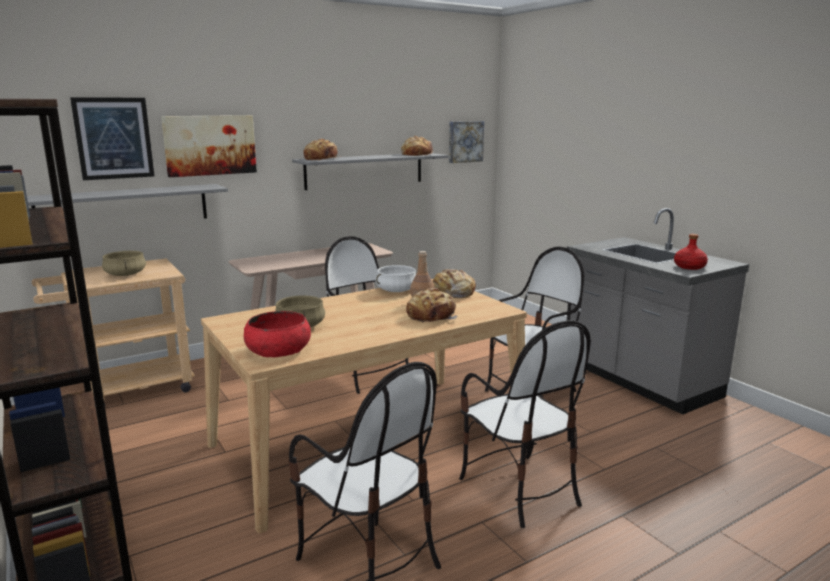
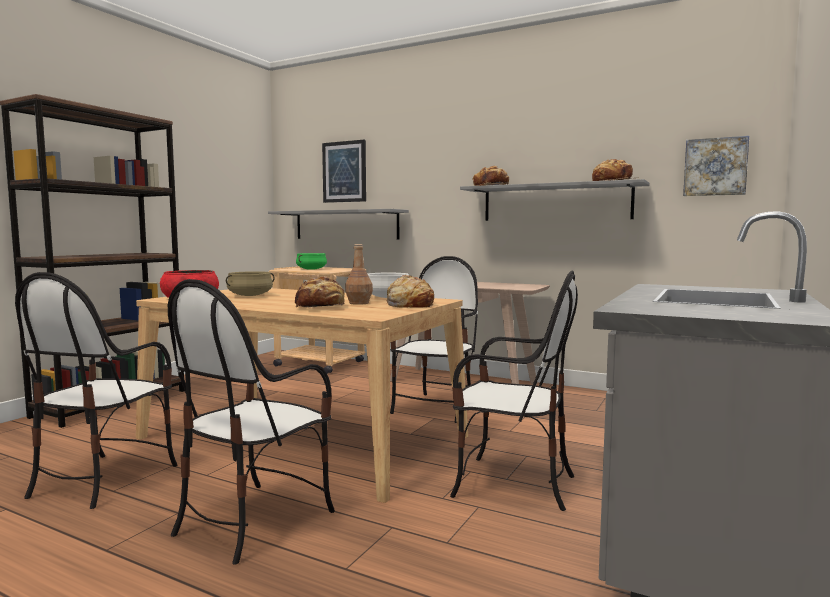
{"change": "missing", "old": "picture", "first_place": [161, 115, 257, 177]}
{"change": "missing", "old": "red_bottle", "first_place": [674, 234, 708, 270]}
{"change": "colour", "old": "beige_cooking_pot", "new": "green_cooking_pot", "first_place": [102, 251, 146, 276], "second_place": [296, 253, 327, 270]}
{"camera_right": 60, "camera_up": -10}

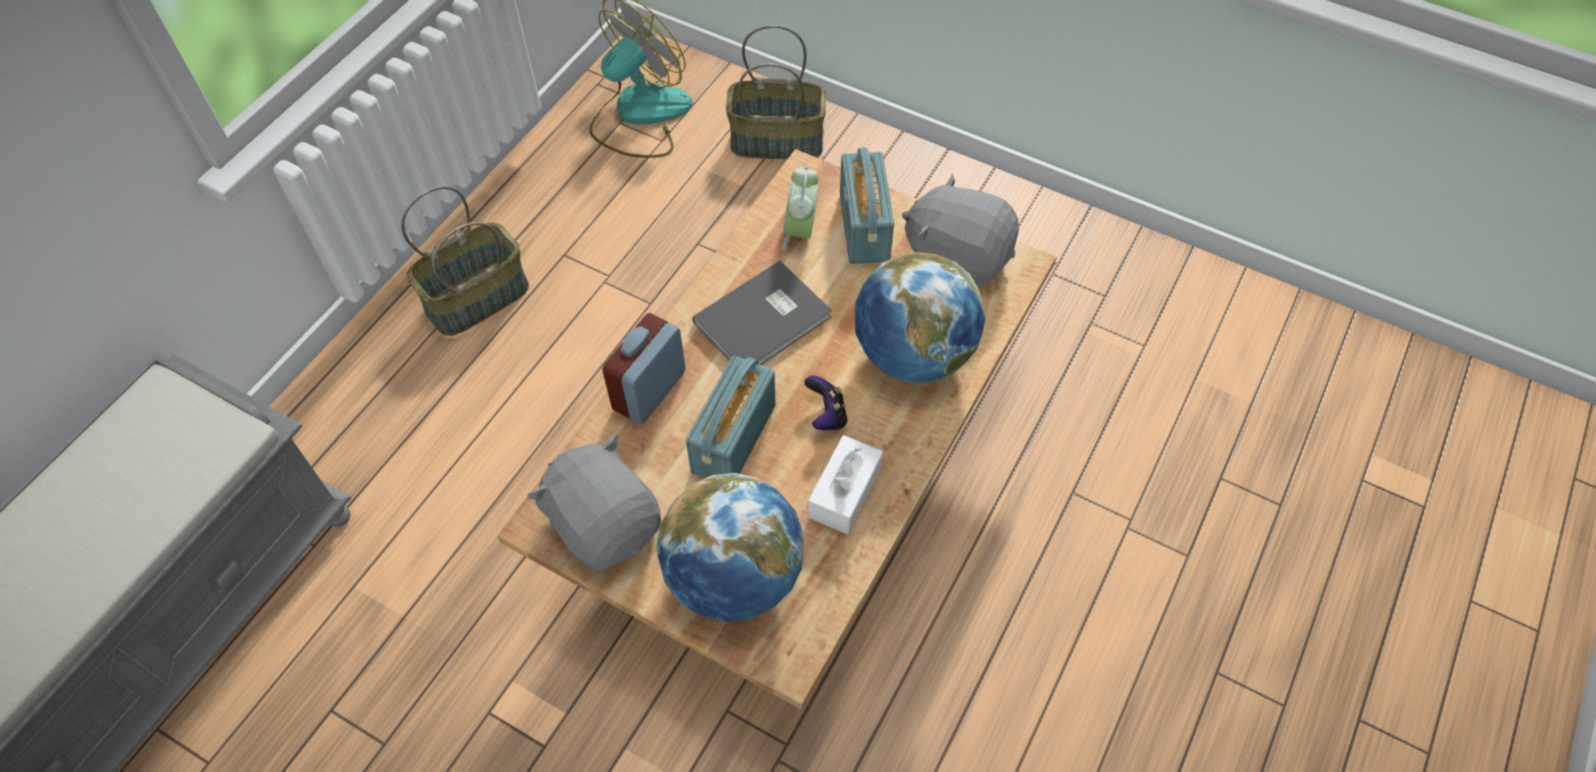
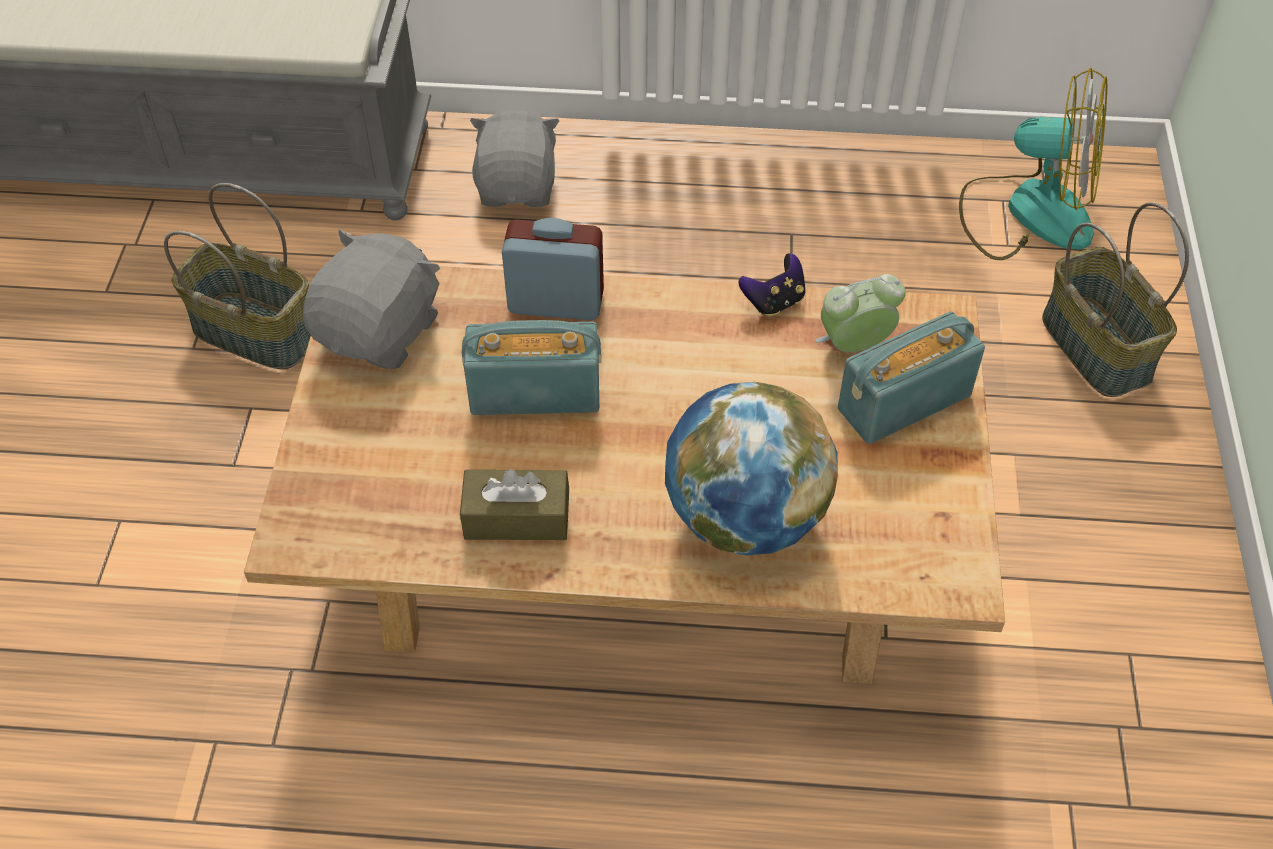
{"change": "relocated", "old": "grey_plush_toy", "first_place": [902, 173, 1019, 288], "second_place": [470, 110, 559, 207]}
{"change": "relocated", "old": "basket", "first_place": [401, 186, 529, 336], "second_place": [164, 183, 311, 370]}
{"change": "missing", "old": "grey_book", "first_place": [692, 261, 832, 365]}
{"change": "relocated", "old": "game_controller", "first_place": [804, 376, 847, 430], "second_place": [739, 253, 805, 316]}
{"change": "colour", "old": "white_tissue_box", "new": "brown_tissue_box", "first_place": [808, 435, 883, 534], "second_place": [460, 469, 569, 540]}
{"change": "missing", "old": "globe", "first_place": [656, 473, 804, 622]}
{"camera_right": 65, "camera_up": -5}

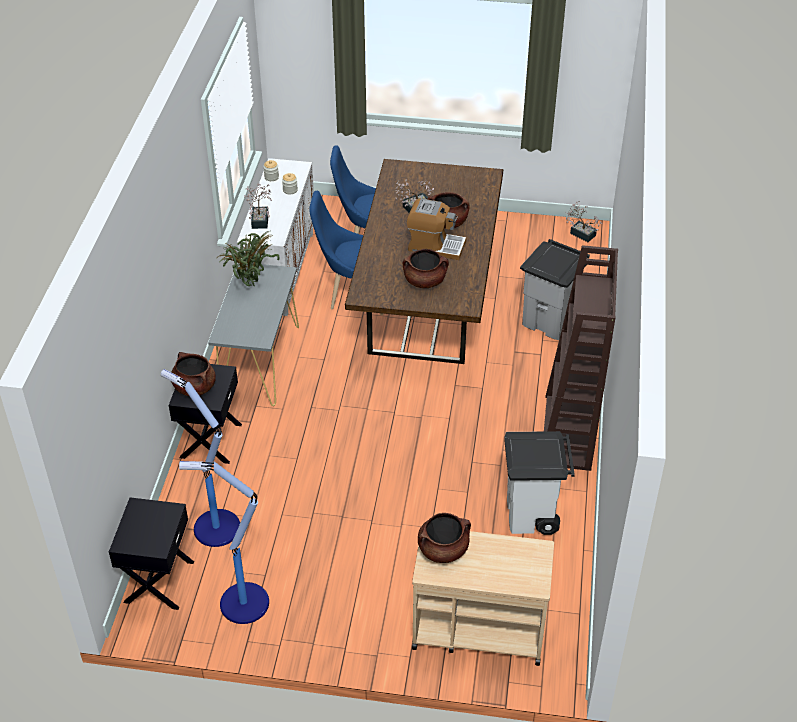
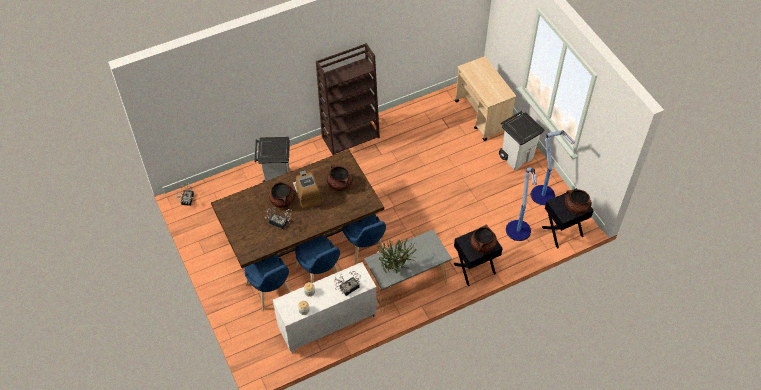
{"change": "relocated", "old": "white_trash_can", "first_place": [504, 431, 575, 535], "second_place": [499, 111, 544, 170]}
{"change": "relocated", "old": "brown_cooking_pot", "first_place": [418, 513, 471, 563], "second_place": [565, 189, 592, 214]}
{"change": "appeared", "new": "blue_chair", "second_place": [341, 214, 386, 265]}
{"camera_right": -125, "camera_up": 10}

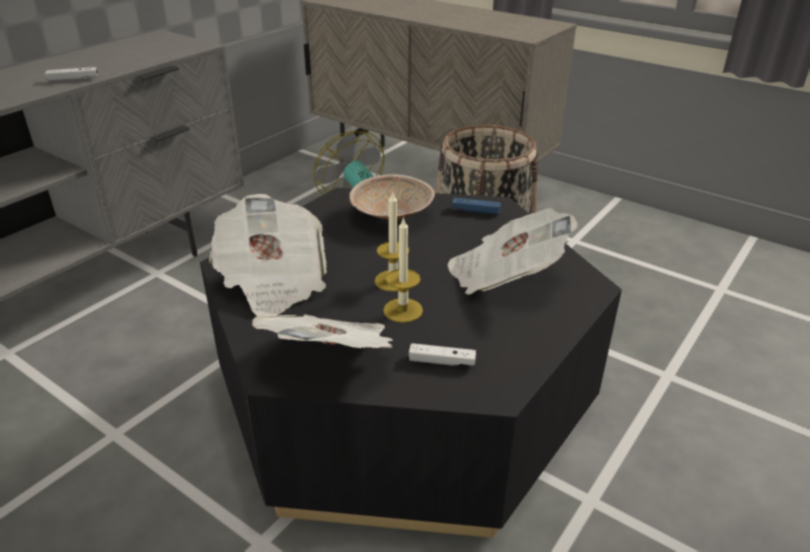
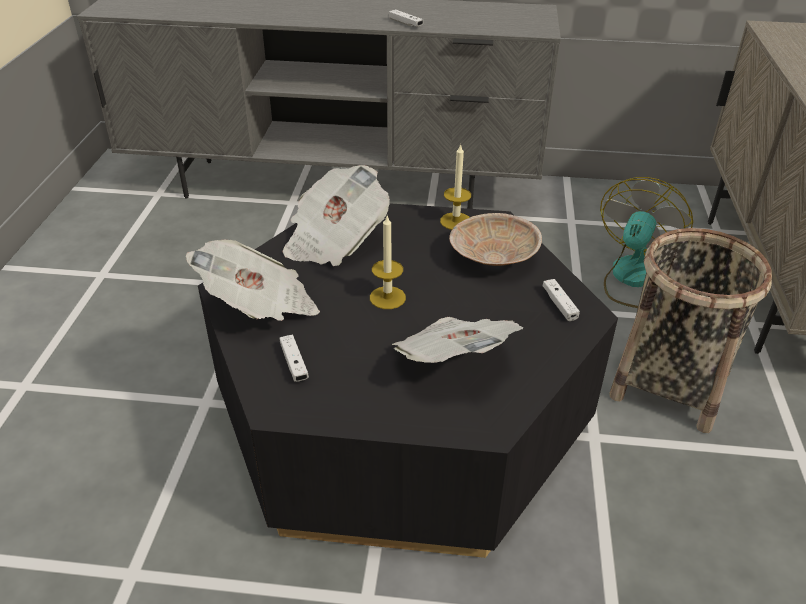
{"change": "colour", "old": "blue_game_controller", "new": "white_game_controller", "first_place": [452, 198, 501, 215], "second_place": [543, 279, 580, 321]}
{"change": "relocated", "old": "candle", "first_place": [383, 217, 423, 323], "second_place": [440, 143, 471, 230]}
{"camera_right": 60, "camera_up": 5}

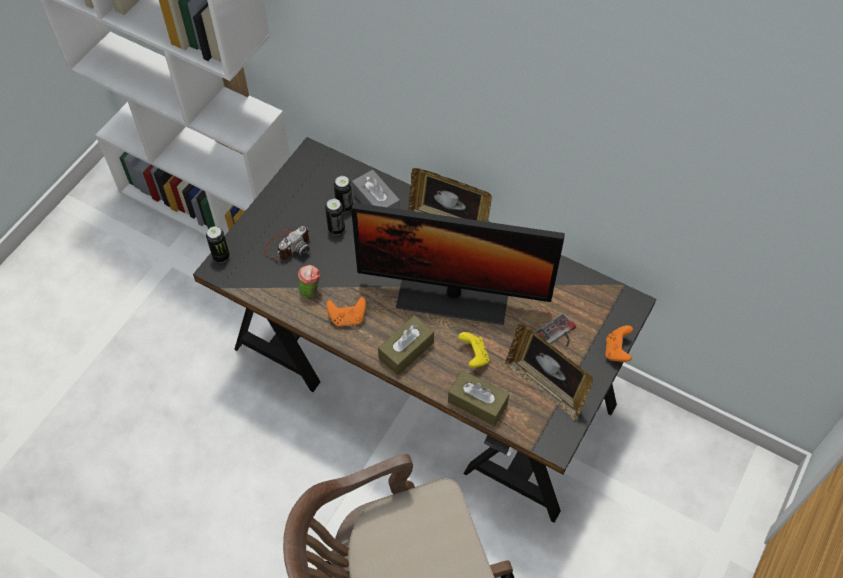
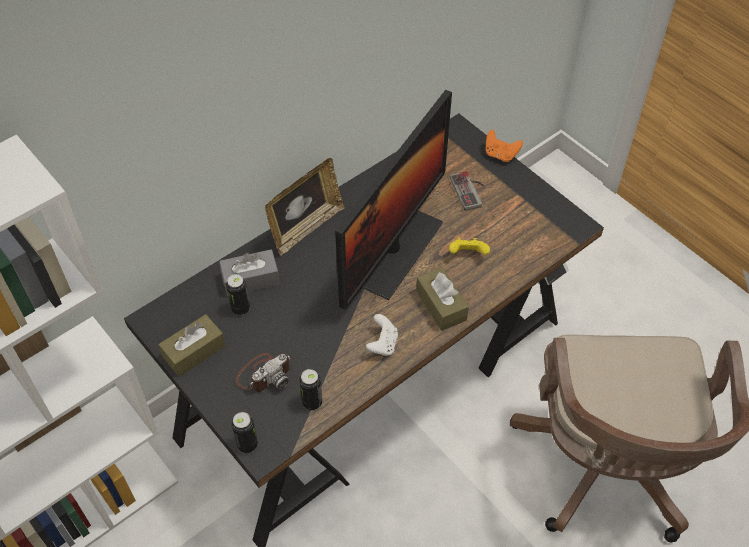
{"change": "relocated", "old": "can", "first_place": [325, 199, 345, 235], "second_place": [299, 369, 322, 410]}
{"change": "spun", "old": "photo_camera", "first_place": [264, 226, 310, 260], "second_place": [236, 353, 291, 392], "degrees": 75}
{"change": "missing", "old": "cup", "first_place": [298, 265, 321, 297]}
{"change": "colour", "old": "orange_game_controller", "new": "white_game_controller", "first_place": [326, 297, 366, 327], "second_place": [366, 314, 398, 356]}
{"change": "missing", "old": "picture_frame", "first_place": [505, 323, 593, 421]}
{"change": "relocated", "old": "brown_tissue_box", "first_place": [448, 370, 509, 426], "second_place": [158, 314, 226, 377]}
{"camera_right": -70, "camera_up": -5}

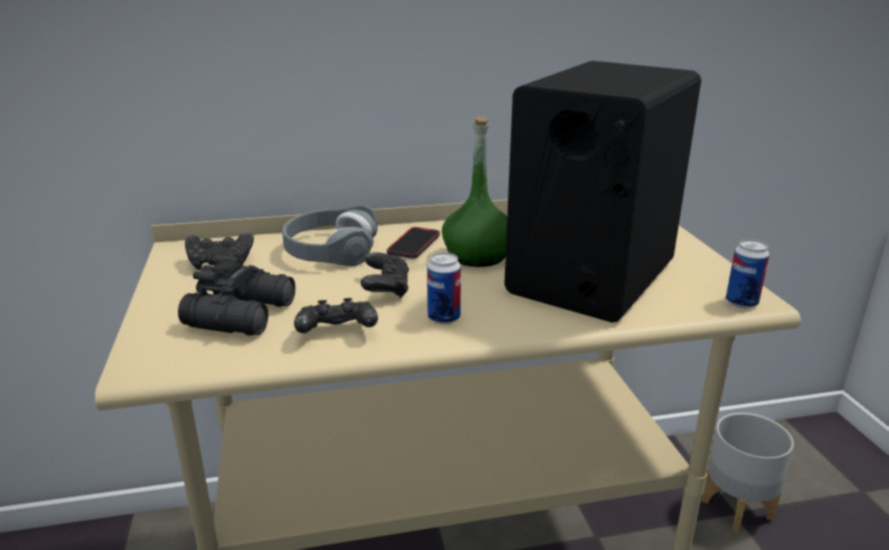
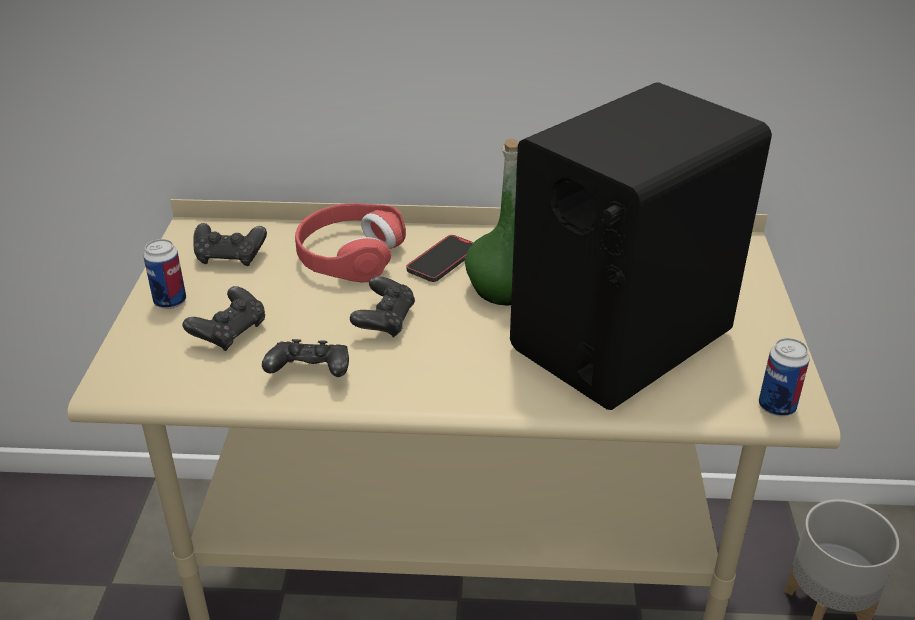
{"change": "colour", "old": "grey_headphones", "new": "red_headphones", "first_place": [282, 205, 378, 266], "second_place": [295, 203, 406, 282]}
{"change": "relocated", "old": "can", "first_place": [427, 252, 461, 324], "second_place": [143, 239, 186, 309]}
{"change": "exchanged", "old": "black_binoculars", "new": "black_game_controller", "first_place": [178, 254, 295, 335], "second_place": [183, 286, 265, 351]}
{"camera_right": 15, "camera_up": 10}

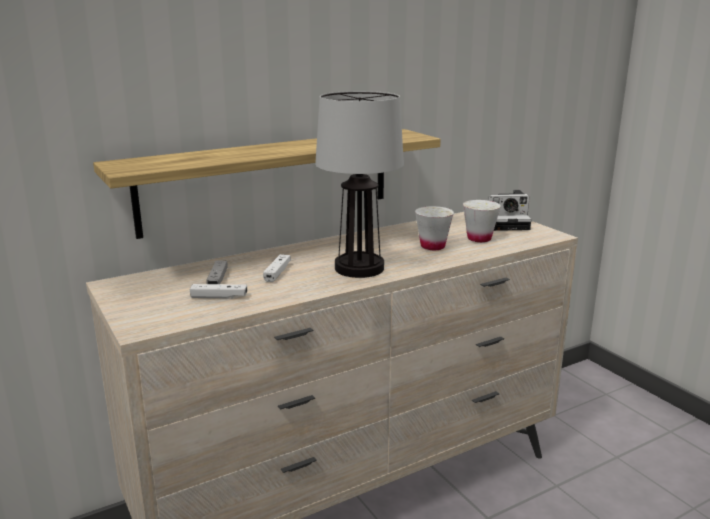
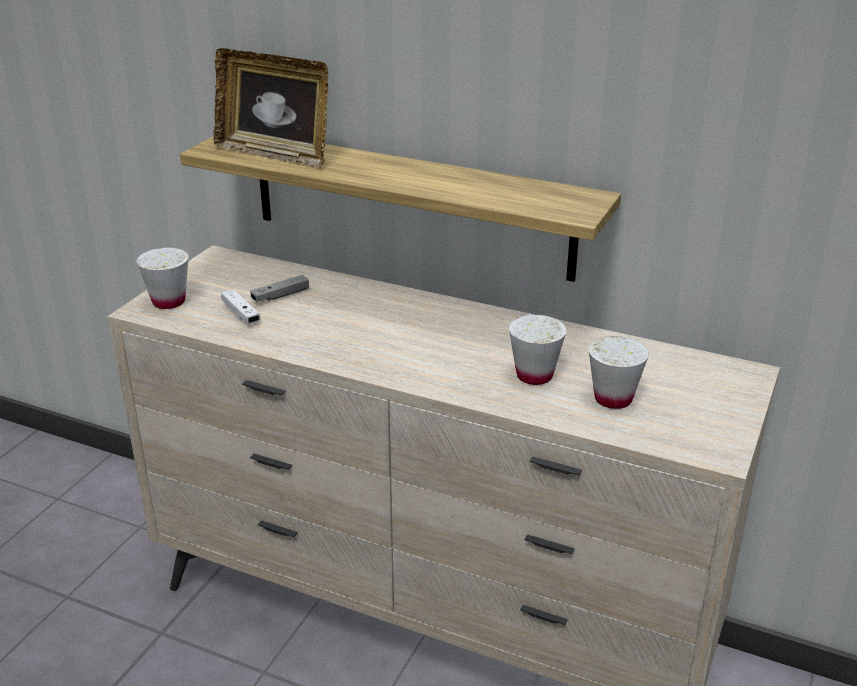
{"change": "missing", "old": "table_lamp", "first_place": [315, 91, 404, 278]}
{"change": "missing", "old": "photo_camera", "first_place": [488, 190, 531, 231]}
{"change": "missing", "old": "white_game_controller", "first_place": [263, 254, 291, 282]}
{"change": "appeared", "new": "picture_frame", "second_place": [213, 48, 328, 168]}
{"change": "appeared", "new": "white_cup", "second_place": [136, 248, 189, 309]}
{"camera_right": 55, "camera_up": 10}

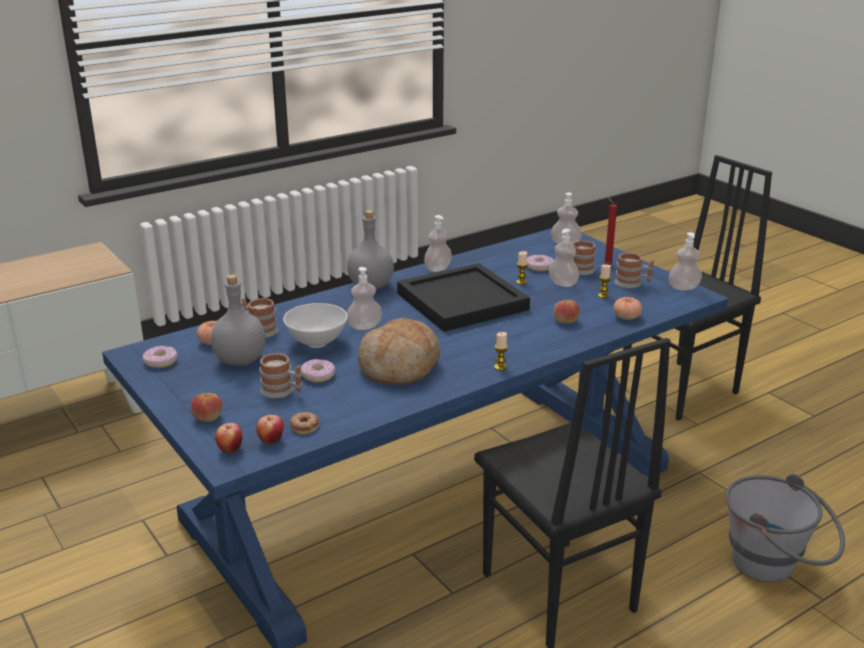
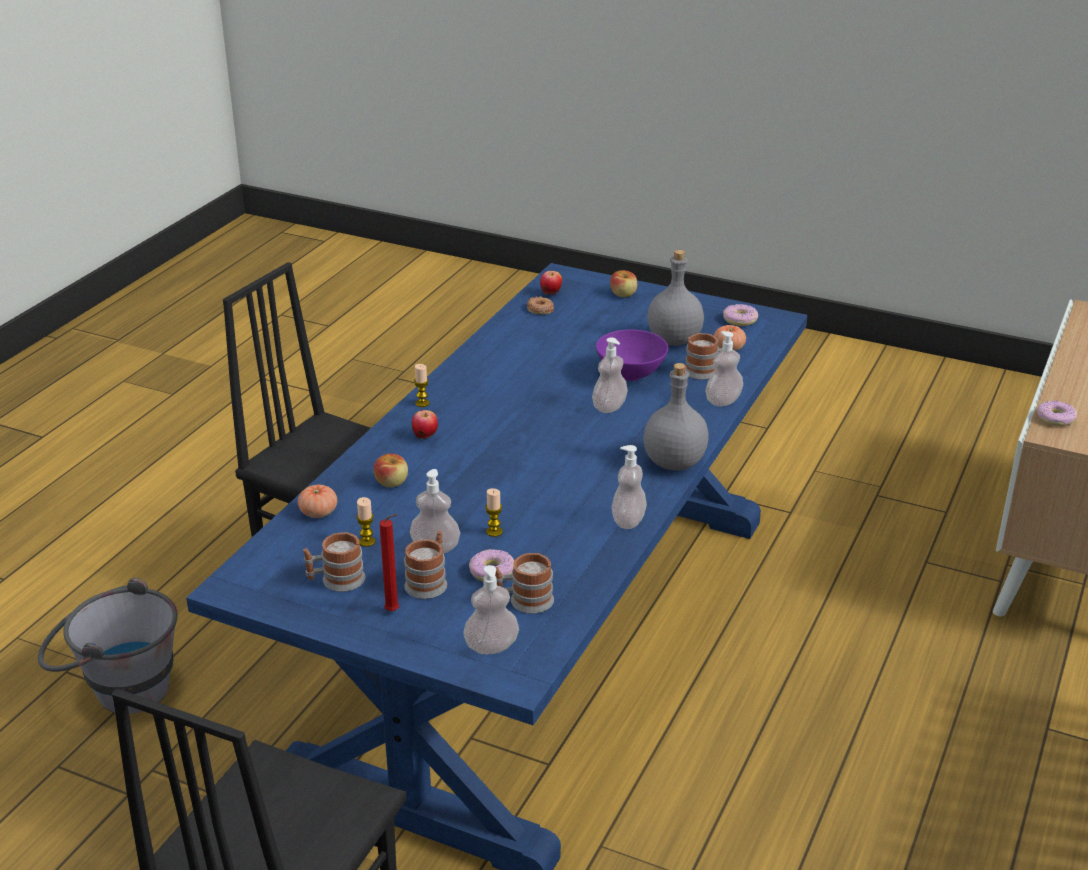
{"change": "relocated", "old": "soap_dispenser", "first_place": [668, 232, 702, 291], "second_place": [705, 331, 743, 406]}
{"change": "missing", "old": "black_tray", "first_place": [397, 263, 530, 332]}
{"change": "colour", "old": "white_bowl", "new": "purple_bowl", "first_place": [283, 303, 348, 348], "second_place": [596, 329, 668, 381]}
{"change": "missing", "old": "bread", "first_place": [358, 318, 440, 385]}
{"change": "relocated", "old": "mug", "first_place": [259, 353, 302, 399], "second_place": [495, 553, 554, 614]}
{"change": "relocated", "old": "donut", "first_place": [301, 359, 335, 382], "second_place": [1037, 401, 1077, 426]}
{"change": "relocated", "old": "apple", "first_place": [215, 423, 242, 453], "second_place": [412, 410, 438, 439]}
{"camera_right": 150, "camera_up": 5}

